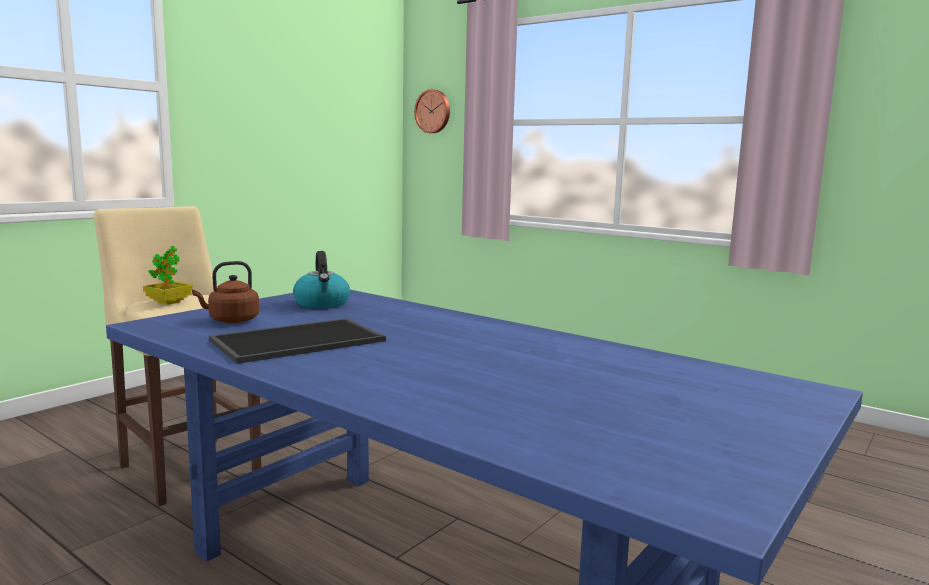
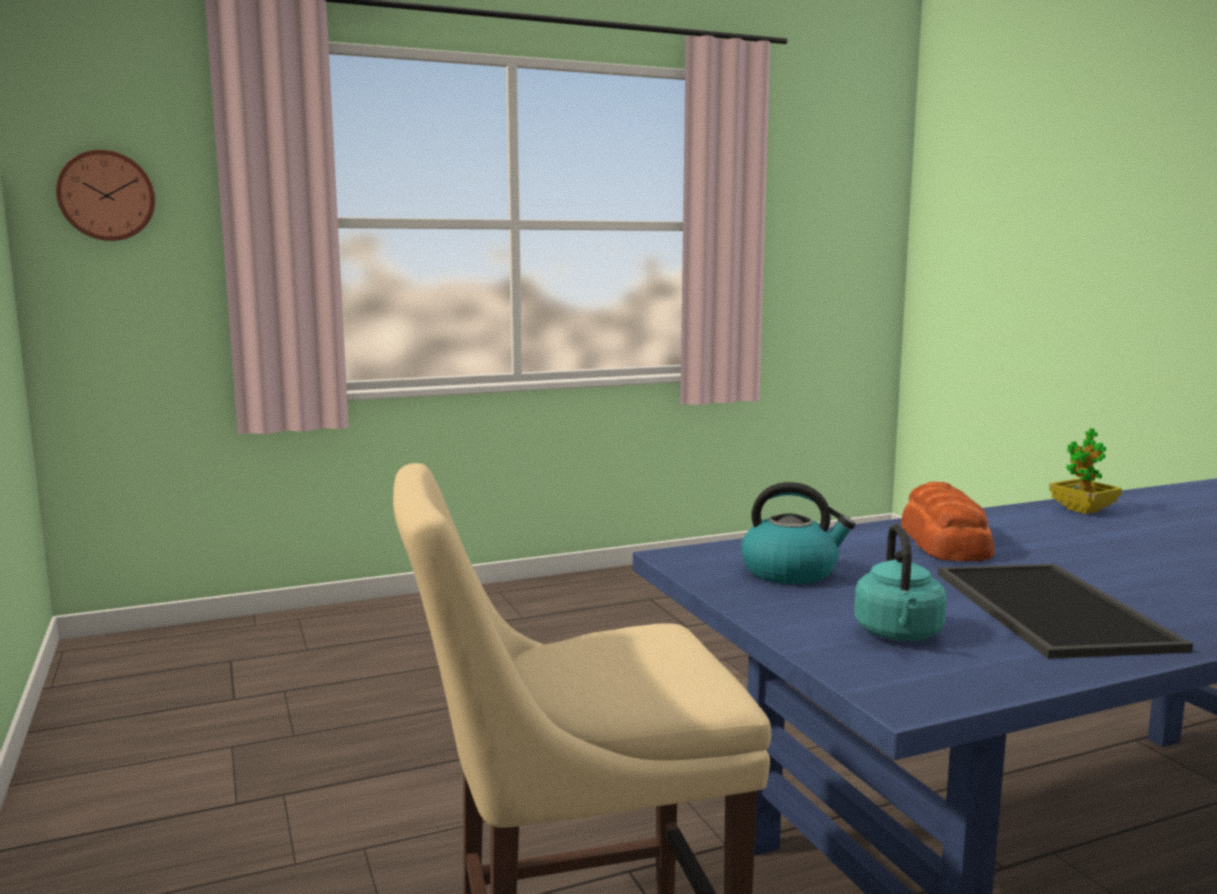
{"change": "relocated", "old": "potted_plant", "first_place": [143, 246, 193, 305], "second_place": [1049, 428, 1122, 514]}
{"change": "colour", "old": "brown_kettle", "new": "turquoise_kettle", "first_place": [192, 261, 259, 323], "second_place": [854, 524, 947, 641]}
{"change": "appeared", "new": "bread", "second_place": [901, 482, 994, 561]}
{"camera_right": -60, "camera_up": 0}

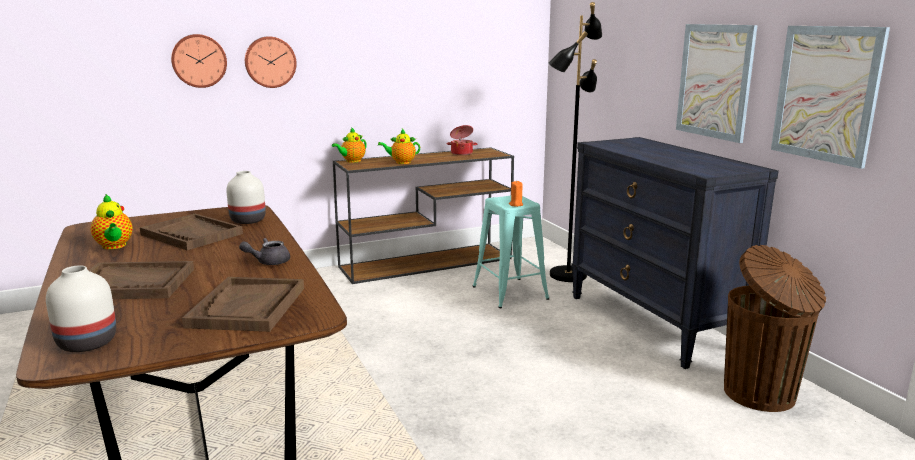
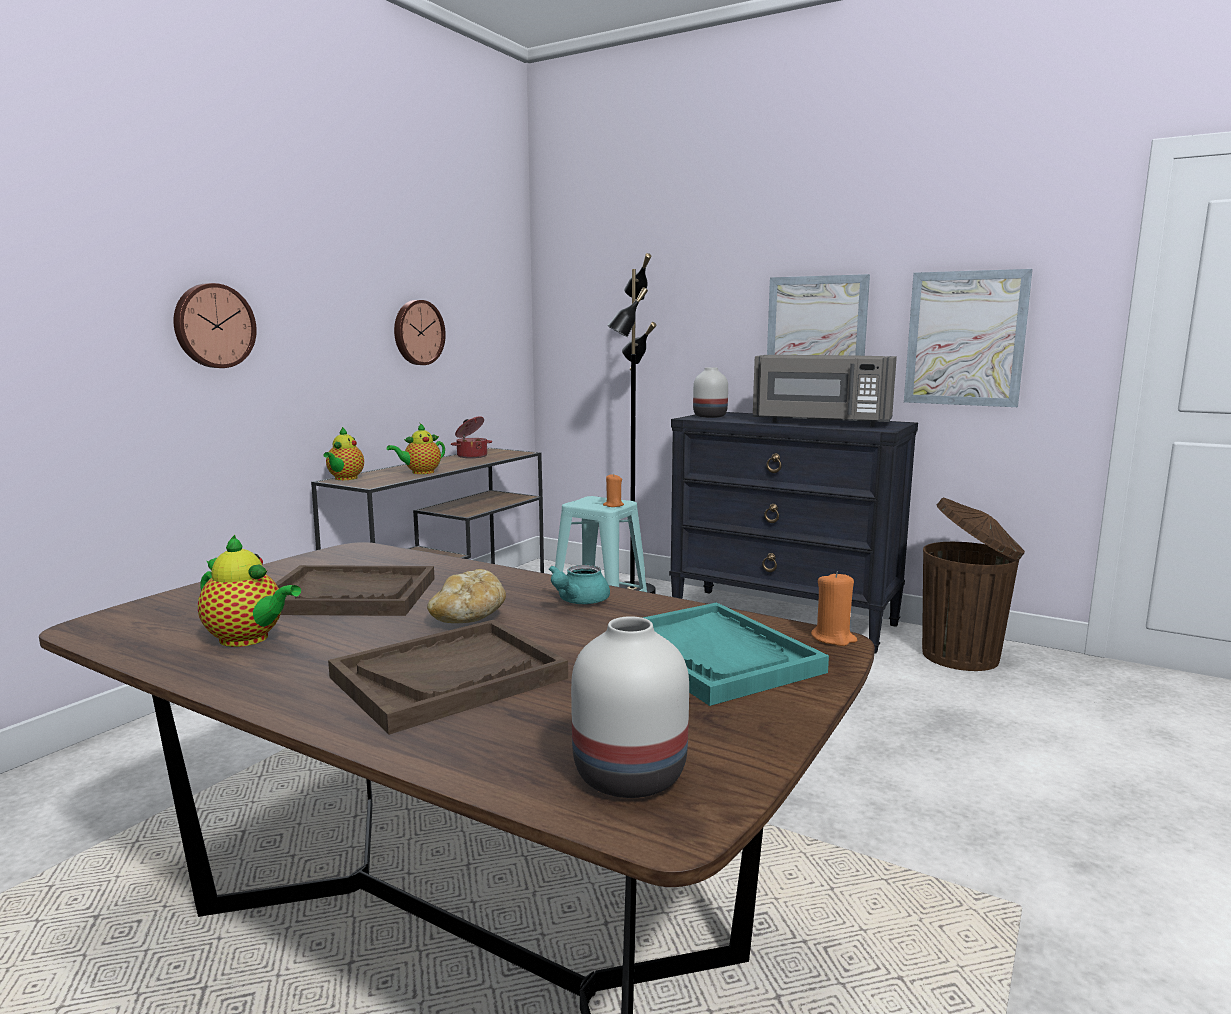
{"change": "relocated", "old": "wall_clock", "first_place": [171, 34, 227, 88], "second_place": [394, 300, 446, 365]}
{"change": "relocated", "old": "white_vase", "first_place": [226, 171, 266, 224], "second_place": [693, 367, 728, 418]}
{"change": "colour", "old": "grey_teapot", "new": "turquoise_teapot", "first_place": [239, 238, 290, 265], "second_place": [549, 565, 610, 604]}
{"change": "colour", "old": "brown_tray", "new": "turquoise_tray", "first_place": [182, 277, 304, 332], "second_place": [643, 602, 829, 706]}
{"change": "appeared", "new": "grey_microwave", "second_place": [753, 355, 897, 426]}
{"change": "appeared", "new": "bread", "second_place": [427, 569, 506, 623]}
{"change": "appeared", "new": "orange_candle", "second_place": [811, 571, 857, 646]}
{"camera_right": -35, "camera_up": -5}

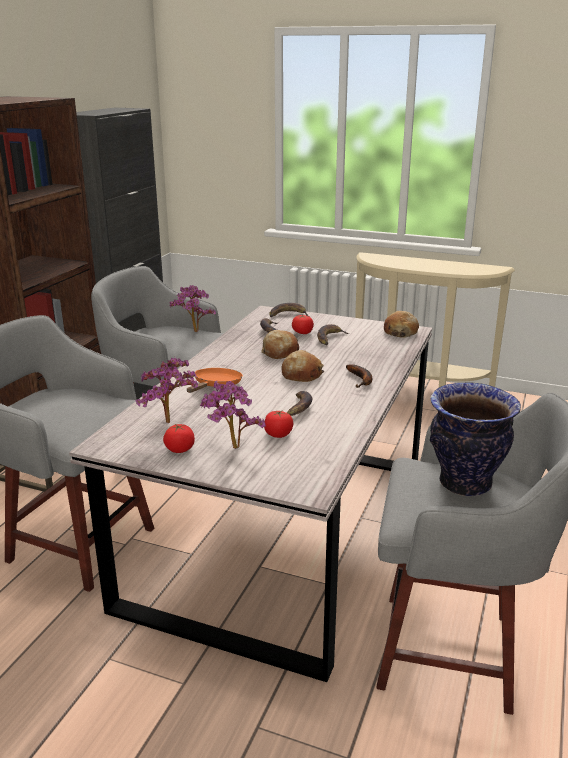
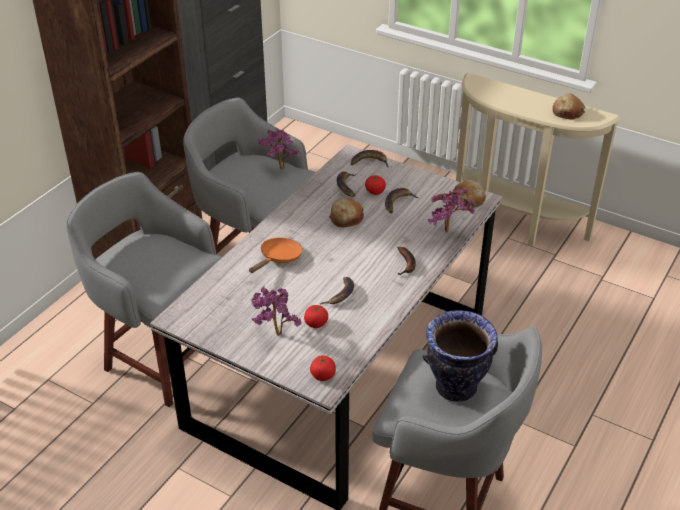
{"change": "relocated", "old": "bread", "first_place": [281, 350, 324, 382], "second_place": [552, 94, 585, 120]}
{"change": "relocated", "old": "potted_plant", "first_place": [135, 358, 198, 423], "second_place": [428, 188, 475, 232]}
{"change": "relocated", "old": "tomato", "first_place": [163, 424, 195, 453], "second_place": [310, 355, 336, 381]}
{"camera_right": 10, "camera_up": 15}

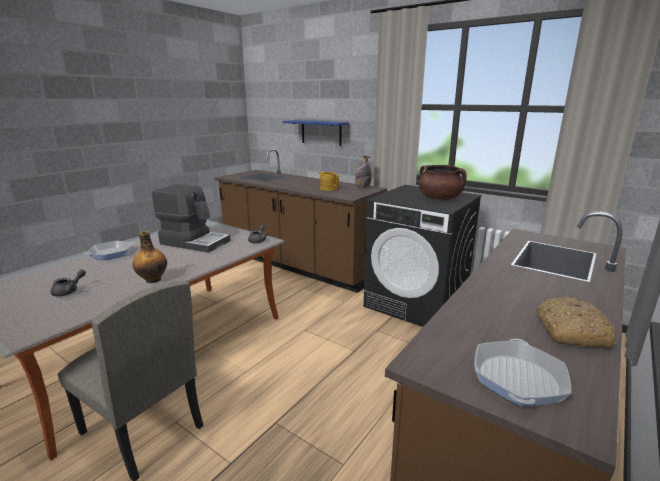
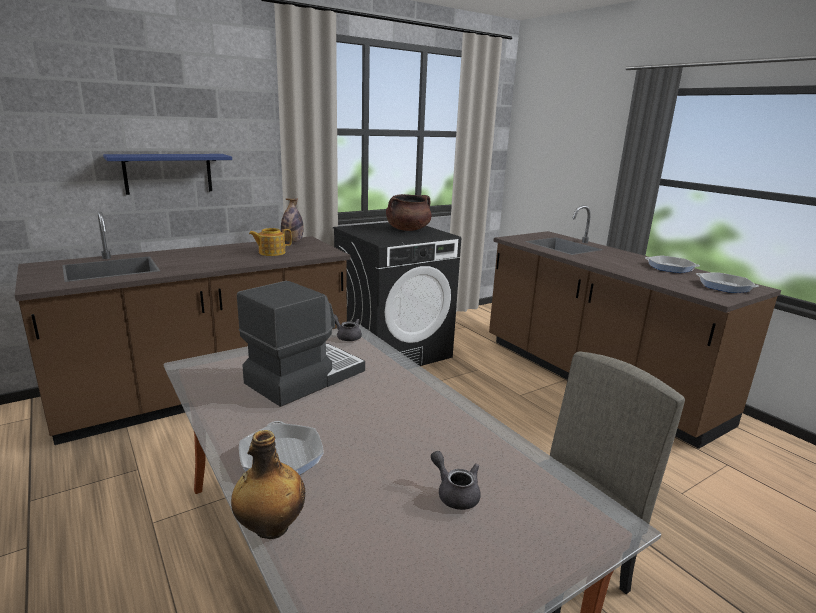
{"change": "relocated", "old": "bottle", "first_place": [132, 231, 167, 283], "second_place": [231, 430, 305, 539]}
{"change": "exchanged", "old": "bread", "new": "frying_pan", "first_place": [536, 297, 616, 348], "second_place": [645, 255, 700, 273]}
{"camera_right": -70, "camera_up": 0}

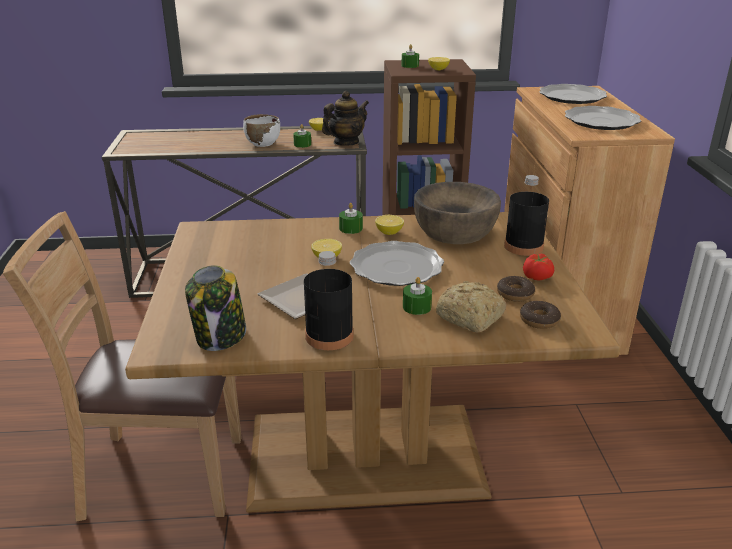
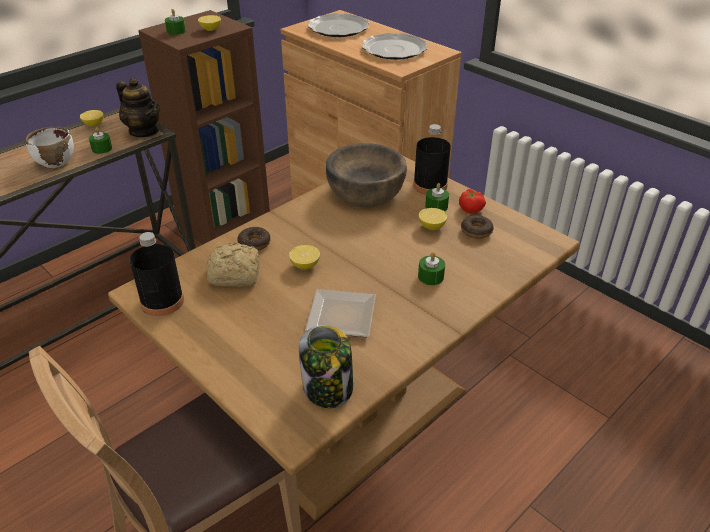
{"change": "spun", "old": "teapot", "first_place": [322, 91, 369, 146], "second_place": [116, 78, 160, 137], "degrees": 120}
{"change": "relocated", "old": "green_candle", "first_place": [339, 203, 363, 234], "second_place": [425, 183, 449, 211]}
{"change": "relocated", "old": "lemon", "first_place": [375, 215, 404, 235], "second_place": [419, 208, 447, 230]}
{"change": "missing", "old": "plate", "first_place": [350, 241, 444, 286]}
{"change": "relocated", "old": "black_bottle", "first_place": [304, 251, 354, 350], "second_place": [130, 232, 184, 316]}
{"change": "relocated", "old": "bread", "first_place": [436, 281, 507, 332], "second_place": [206, 243, 260, 287]}
{"change": "relocated", "old": "donut", "first_place": [520, 301, 561, 329], "second_place": [237, 227, 271, 251]}
{"camera_right": -40, "camera_up": 10}

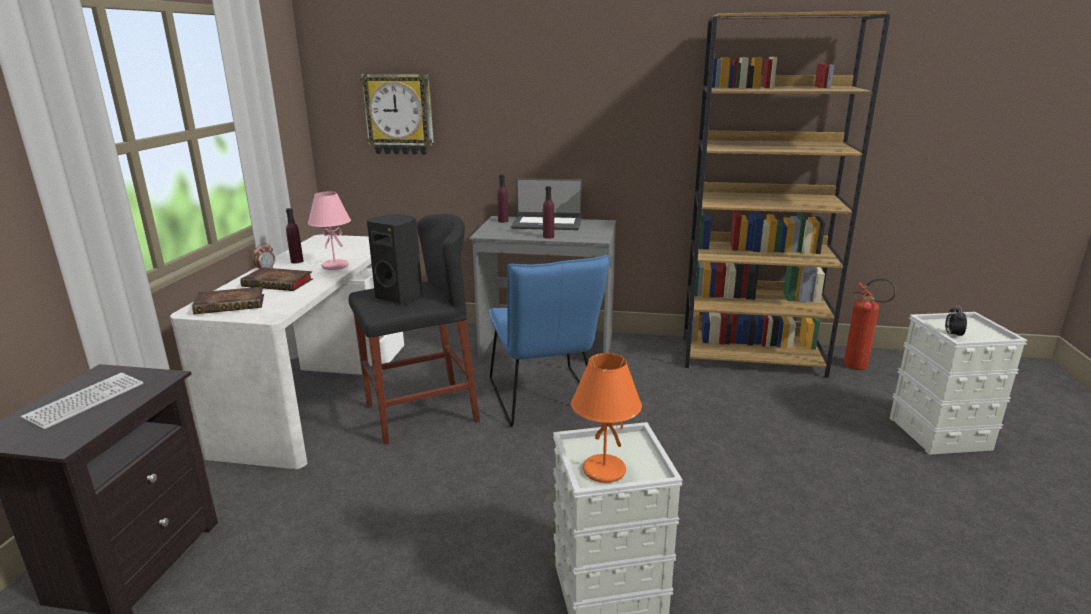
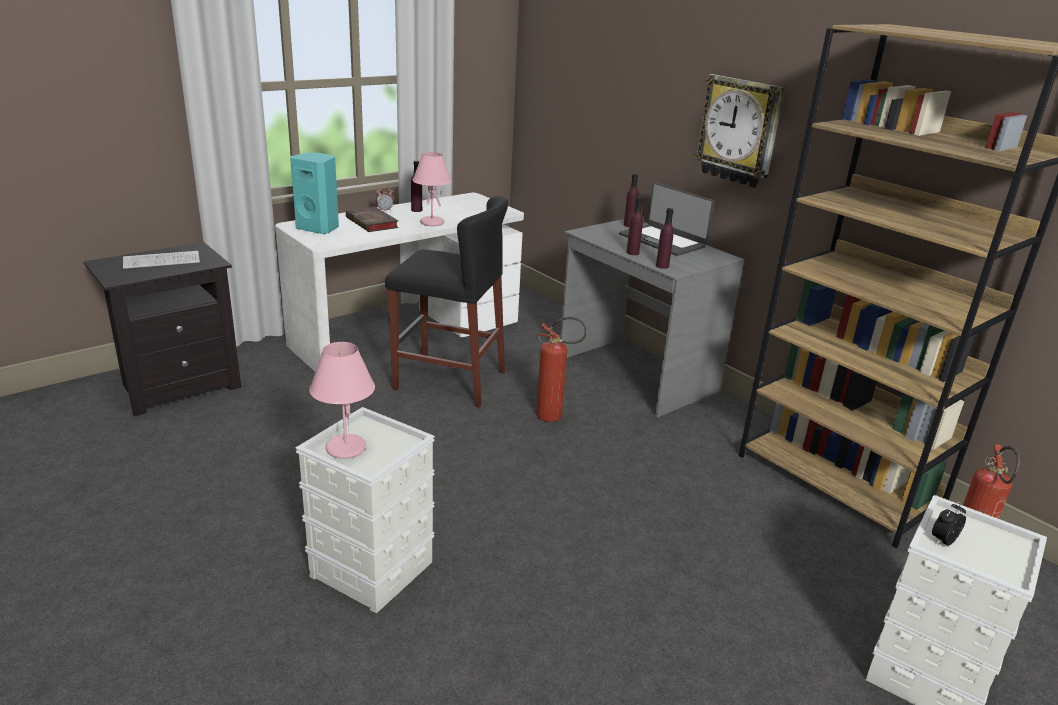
{"change": "relocated", "old": "wall_clock", "first_place": [360, 74, 434, 155], "second_place": [694, 74, 785, 188]}
{"change": "missing", "old": "black_speaker", "first_place": [367, 214, 423, 304]}
{"change": "exchanged", "old": "blue_chair", "new": "fire_extinguisher", "first_place": [489, 255, 610, 427], "second_place": [536, 317, 587, 422]}
{"change": "exchanged", "old": "book", "new": "turquoise_speaker", "first_place": [192, 287, 264, 314], "second_place": [290, 152, 339, 234]}
{"change": "colour", "old": "orange_table_lamp", "new": "pink_table_lamp", "first_place": [571, 353, 642, 483], "second_place": [309, 342, 375, 459]}
{"change": "appeared", "new": "purple_bottle", "second_place": [656, 208, 674, 269]}
{"camera_right": 40, "camera_up": 5}

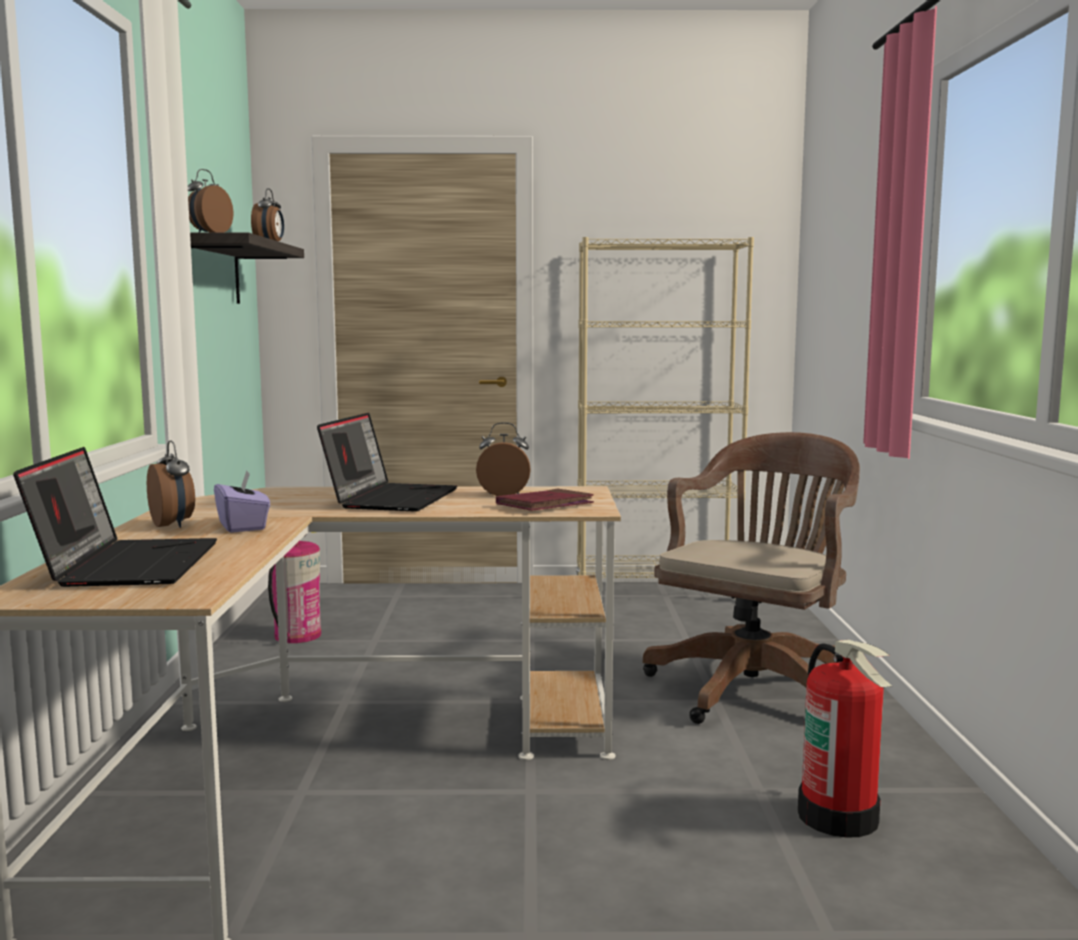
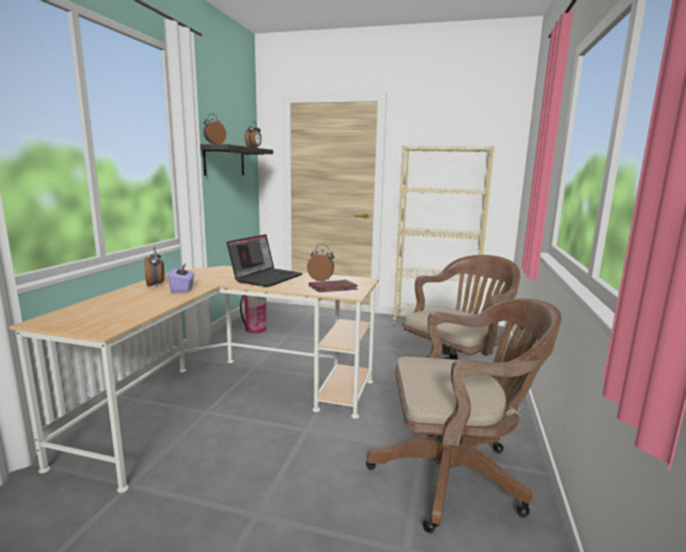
{"change": "missing", "old": "laptop", "first_place": [13, 447, 217, 587]}
{"change": "exchanged", "old": "fire_extinguisher", "new": "brown_office_chair", "first_place": [798, 640, 892, 838], "second_place": [366, 298, 561, 533]}
{"camera_right": 15, "camera_up": 5}

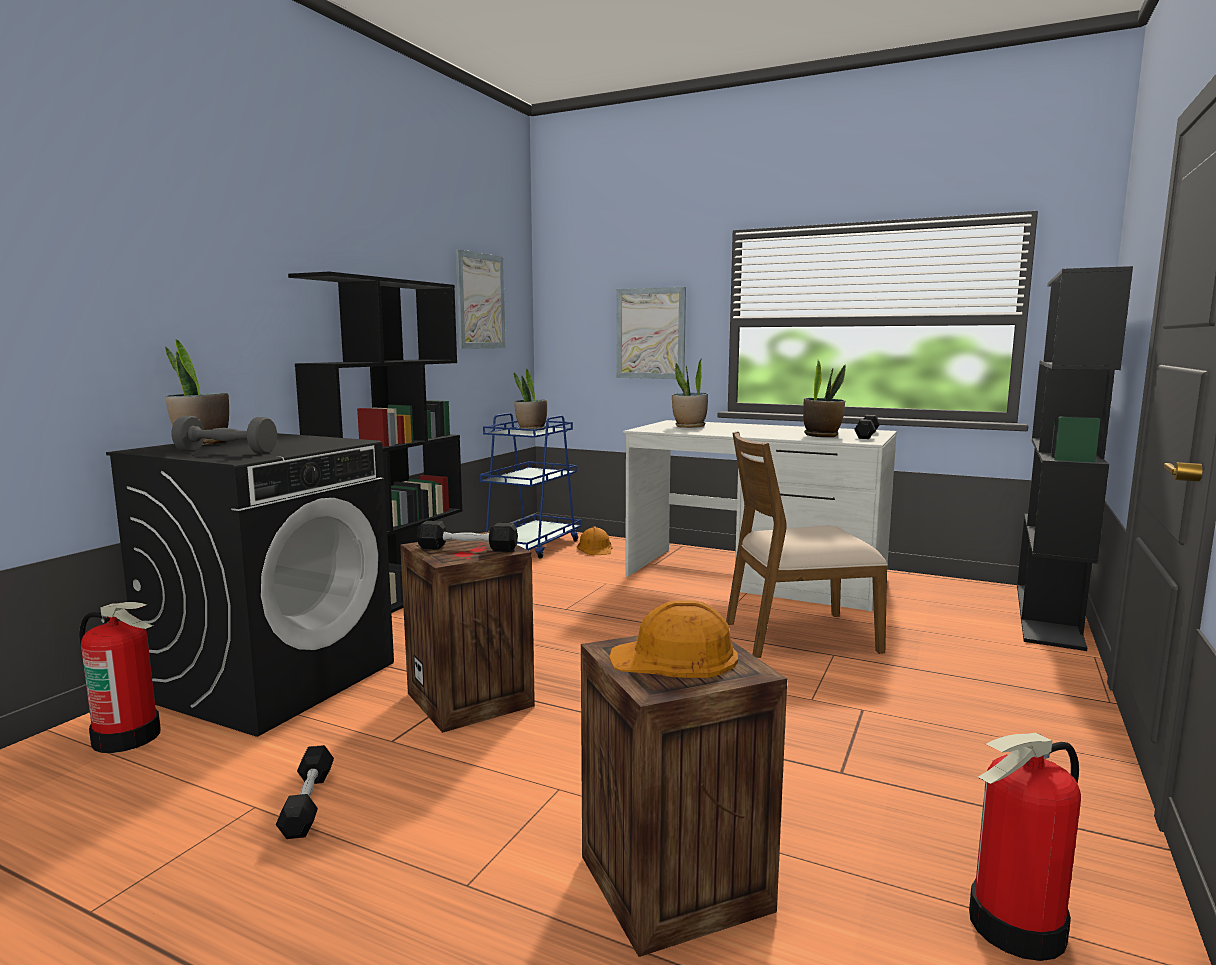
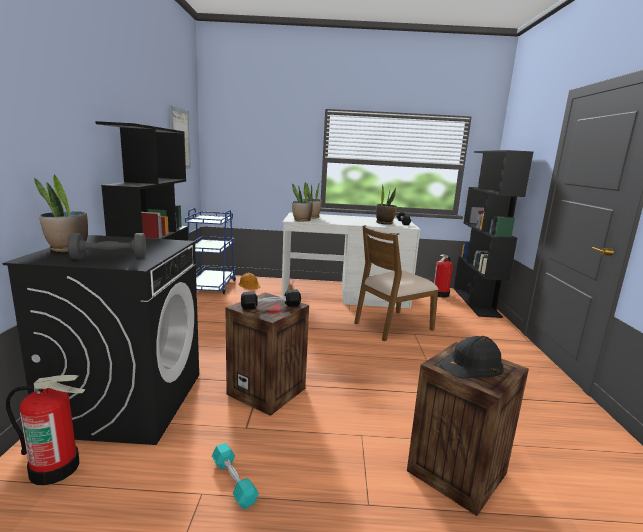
{"change": "missing", "old": "picture", "first_place": [616, 287, 686, 379]}
{"change": "relocated", "old": "potted_plant", "first_place": [514, 369, 547, 431], "second_place": [292, 182, 313, 222]}
{"change": "colour", "old": "orange_hard_hat", "new": "black_hard_hat", "first_place": [609, 600, 738, 678], "second_place": [439, 336, 504, 379]}
{"change": "relocated", "old": "fire_extinguisher", "first_place": [969, 733, 1081, 961], "second_place": [434, 255, 453, 297]}
{"change": "colour", "old": "black_dumbbell", "new": "turquoise_dumbbell", "first_place": [276, 745, 334, 839], "second_place": [212, 443, 259, 509]}
{"camera_right": -25, "camera_up": 5}

